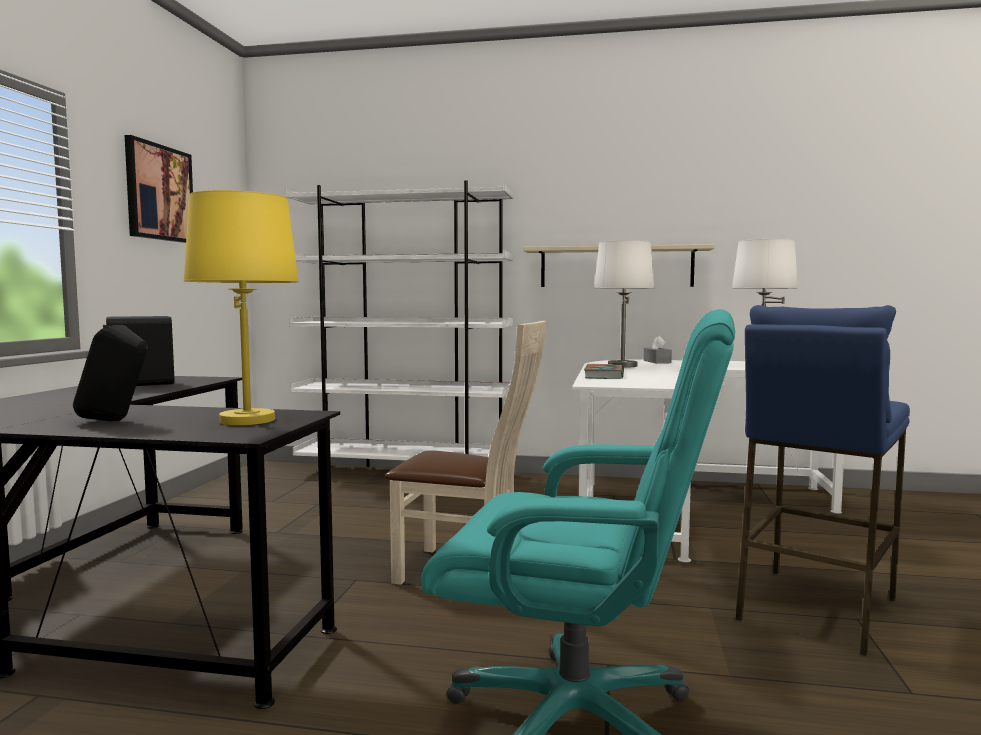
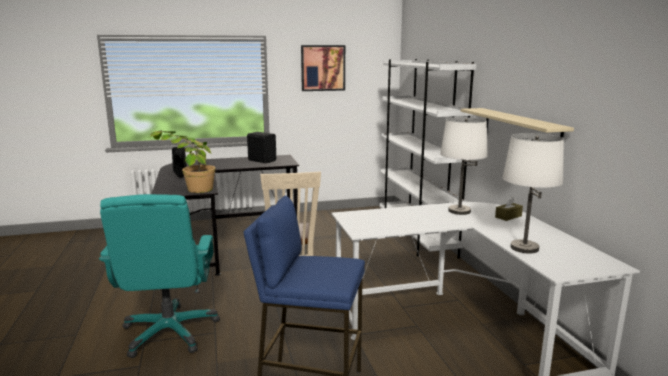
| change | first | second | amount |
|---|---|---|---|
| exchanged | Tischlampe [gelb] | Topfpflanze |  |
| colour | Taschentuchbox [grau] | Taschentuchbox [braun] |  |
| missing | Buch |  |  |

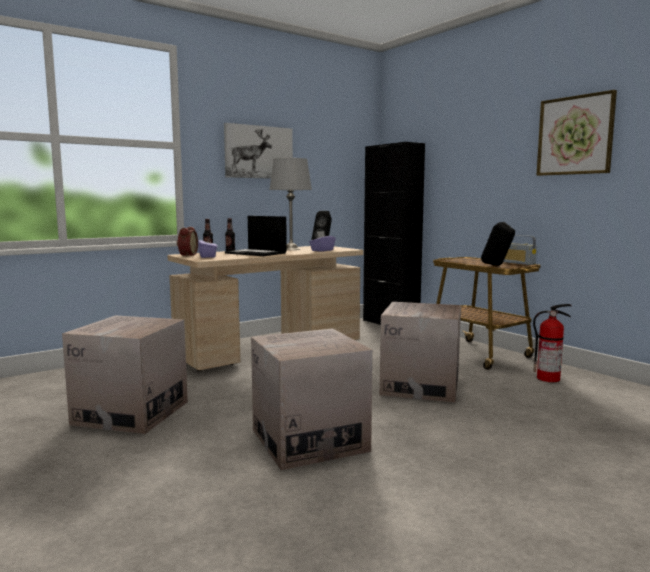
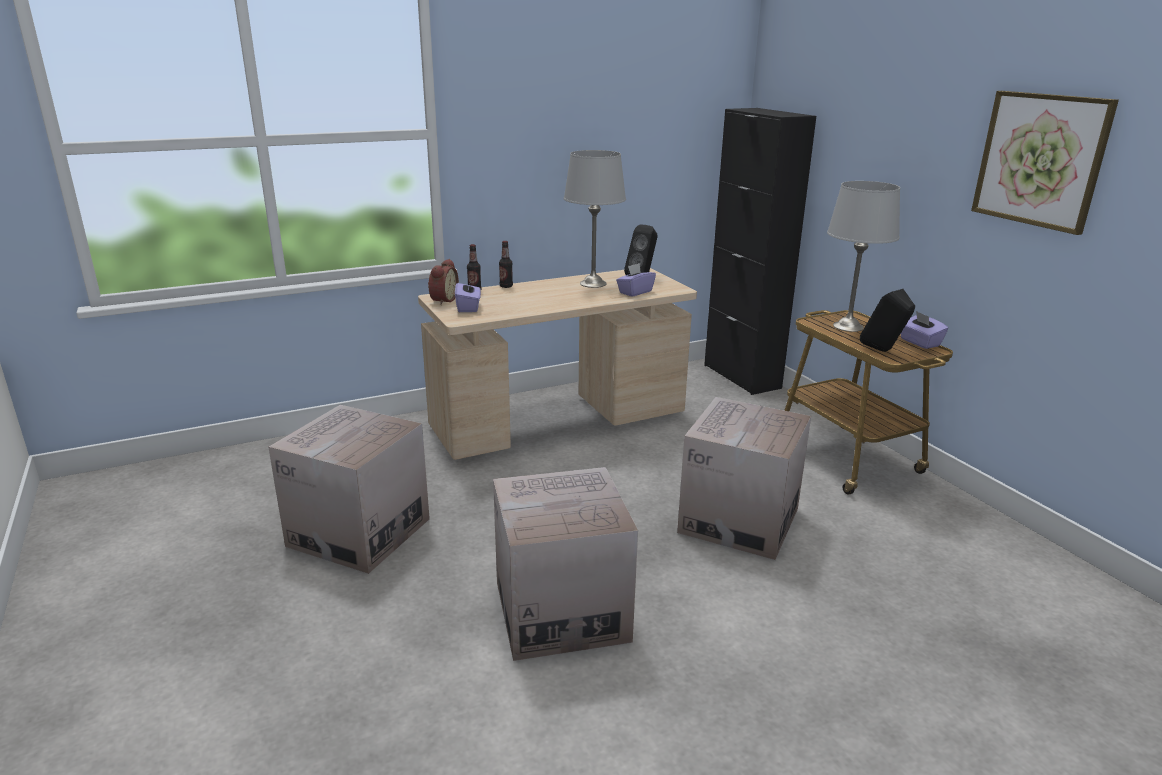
| change | first | second | amount |
|---|---|---|---|
| missing | Bild (no. 1 from left) |  |  |
| missing | Laptop |  |  |
| exchanged | Radio | Taschentuchbox [lila] (no. 3 from left) |  |
| missing | Feuerlöscher |  |  |
| appeared |  | Tischlampe [grau] (no. 2 from left) |  |

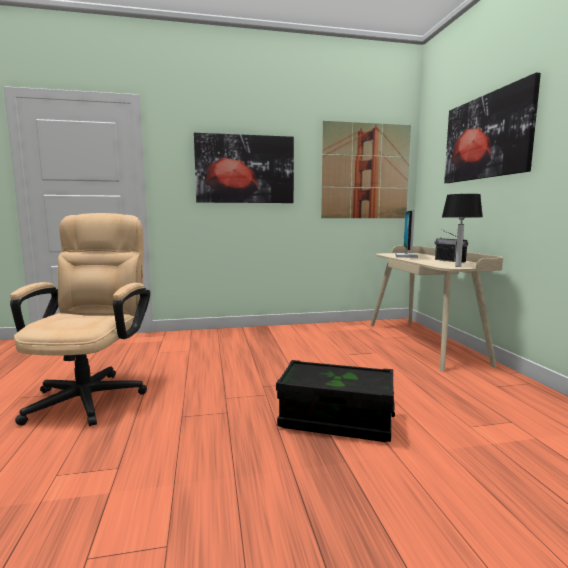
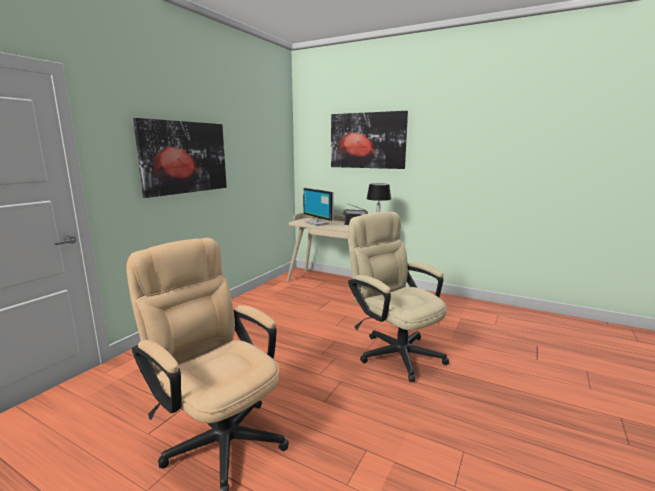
| change | first | second | amount |
|---|---|---|---|
| missing | Bild (no. 2 from left) |  |  |
| exchanged | Aufbewahrungsbox [schwarz] | Bürostuhl [beige] (no. 2 from left) |  |

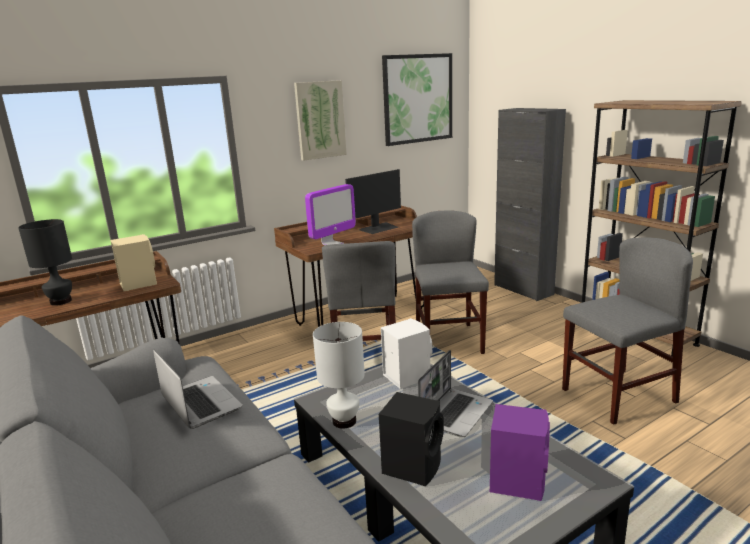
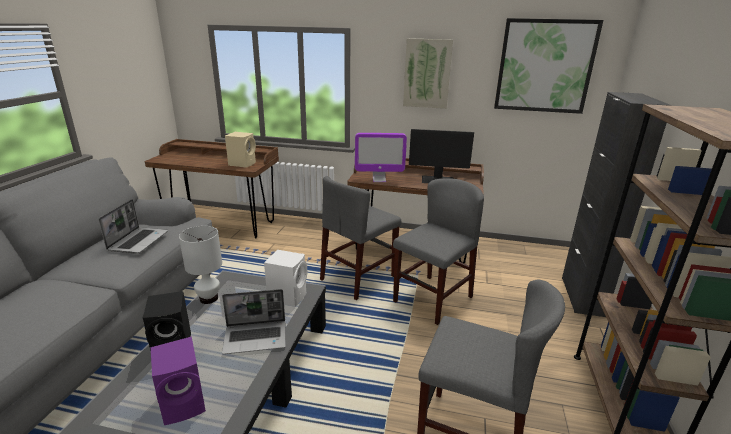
| change | first | second | amount |
|---|---|---|---|
| missing | Tischlampe [schwarz] |  |  |

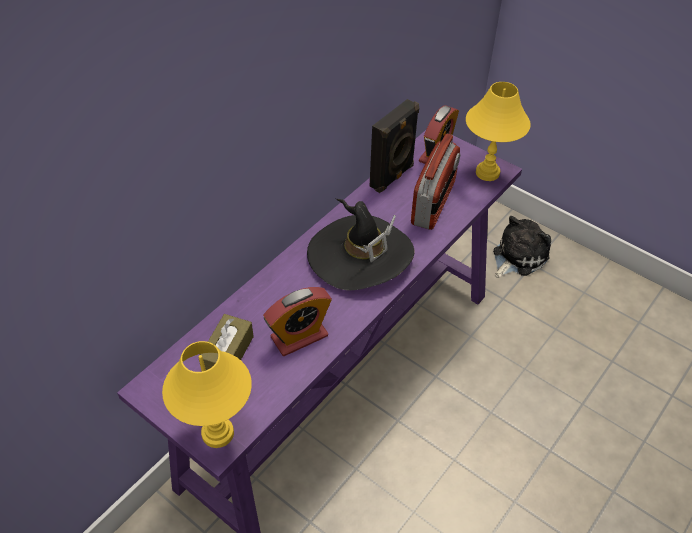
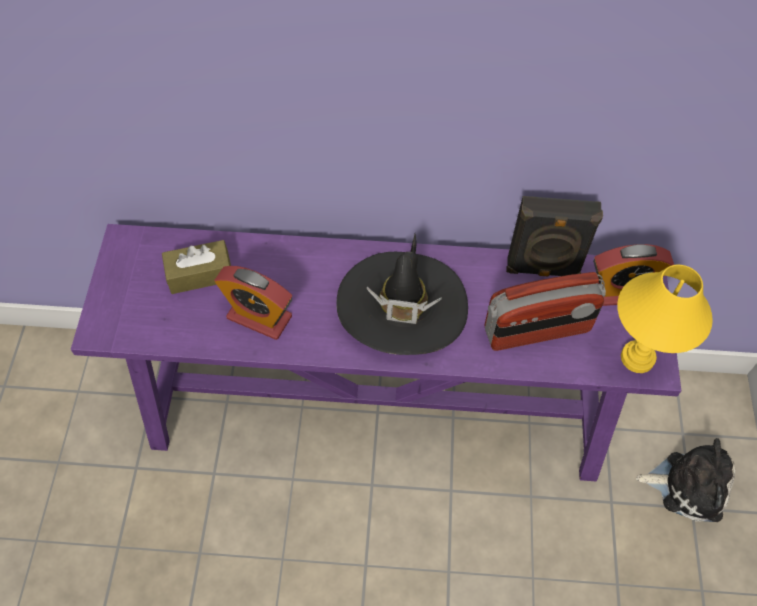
| change | first | second | amount |
|---|---|---|---|
| missing | Tischlampe [gelb] (no. 1 from left) |  |  |

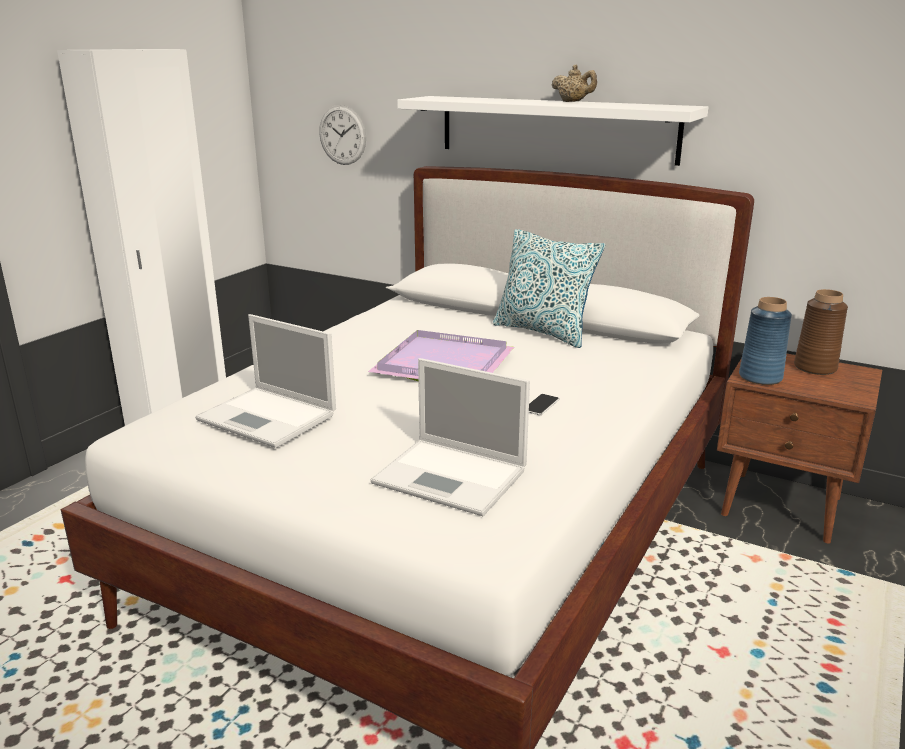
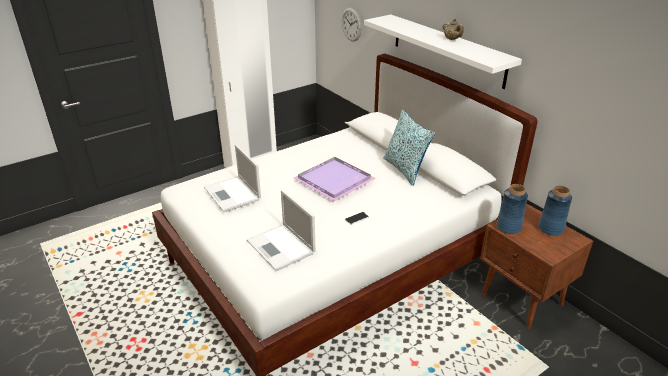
| change | first | second | amount |
|---|---|---|---|
| colour | Vase [braun] | Vase [blau] (no. 2 from left) |  |

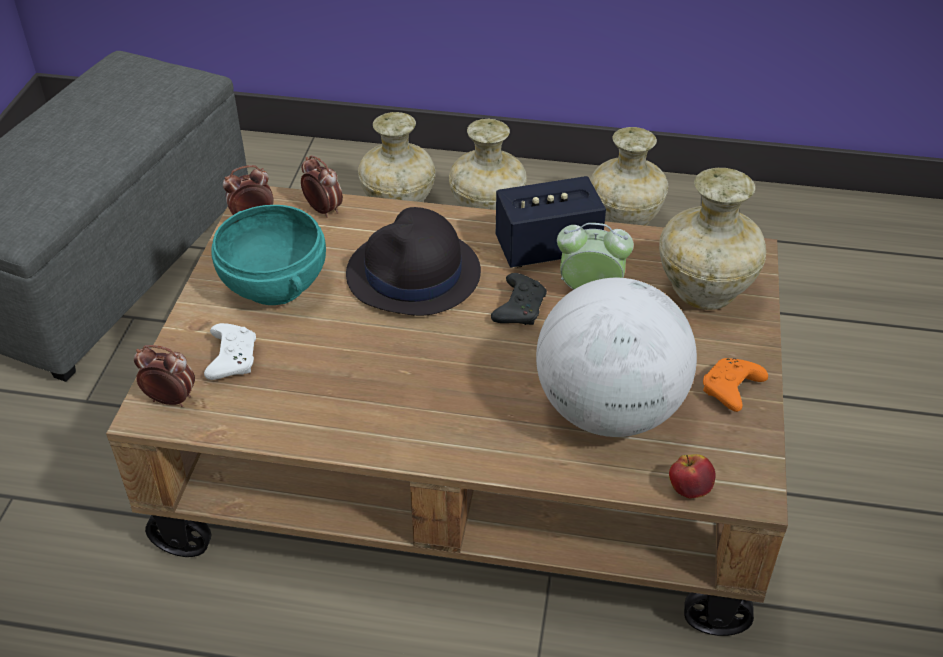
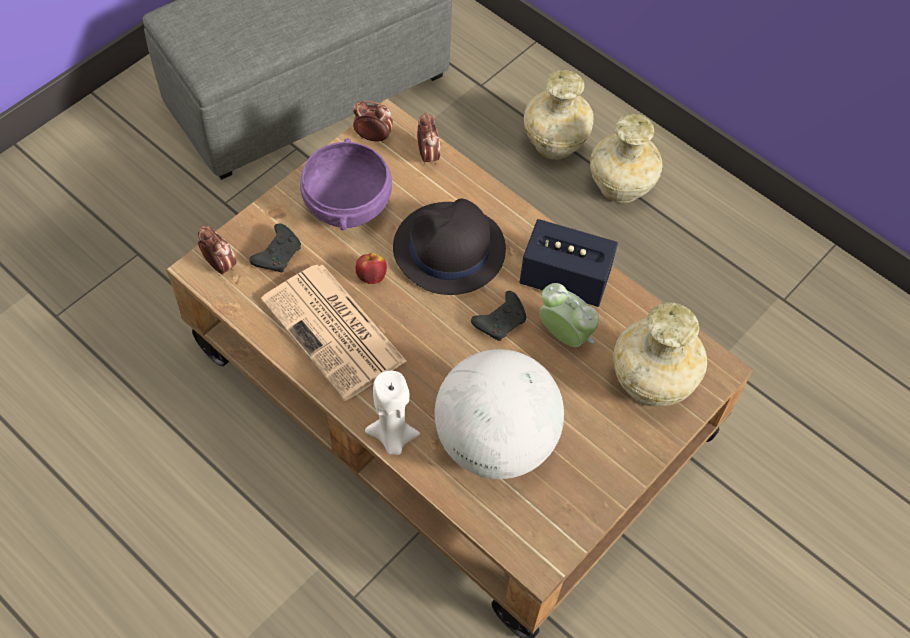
| change | first | second | amount |
|---|---|---|---|
| missing | Vase [beige] (no. 3 from left) |  |  |
| colour | Schüssel [türkis] | Schüssel [lila] |  |
| colour | Gamepad [weiß] | Gamepad [schwarz] (no. 1 from left) |  |
| missing | Gamepad [orange] |  |  |
| relocated | Apfel |  |  |
| appeared |  | Zeitung |  |
| appeared |  | Kerze [weiß] |  |

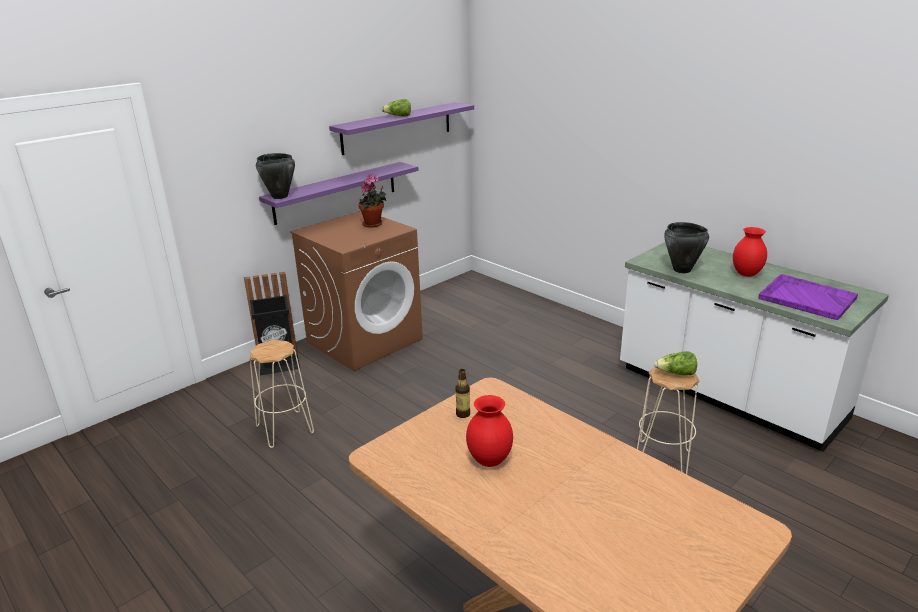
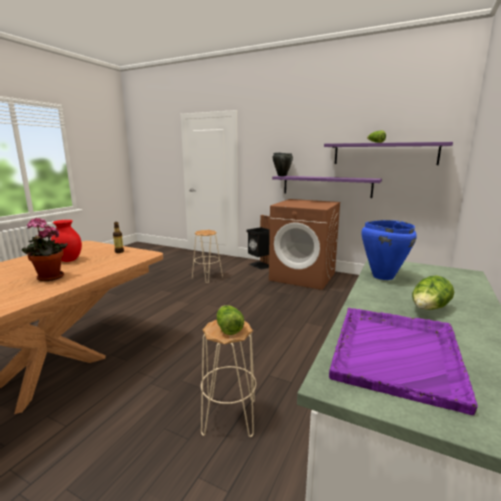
| change | first | second | amount |
|---|---|---|---|
| relocated | Topfpflanze |  |  |
| colour | Kochtopf [schwarz] (no. 2 from left) | Kochtopf [blau] |  |
| exchanged | Vase [rot] (no. 2 from left) | Salatkopf (no. 3 from left) |  |

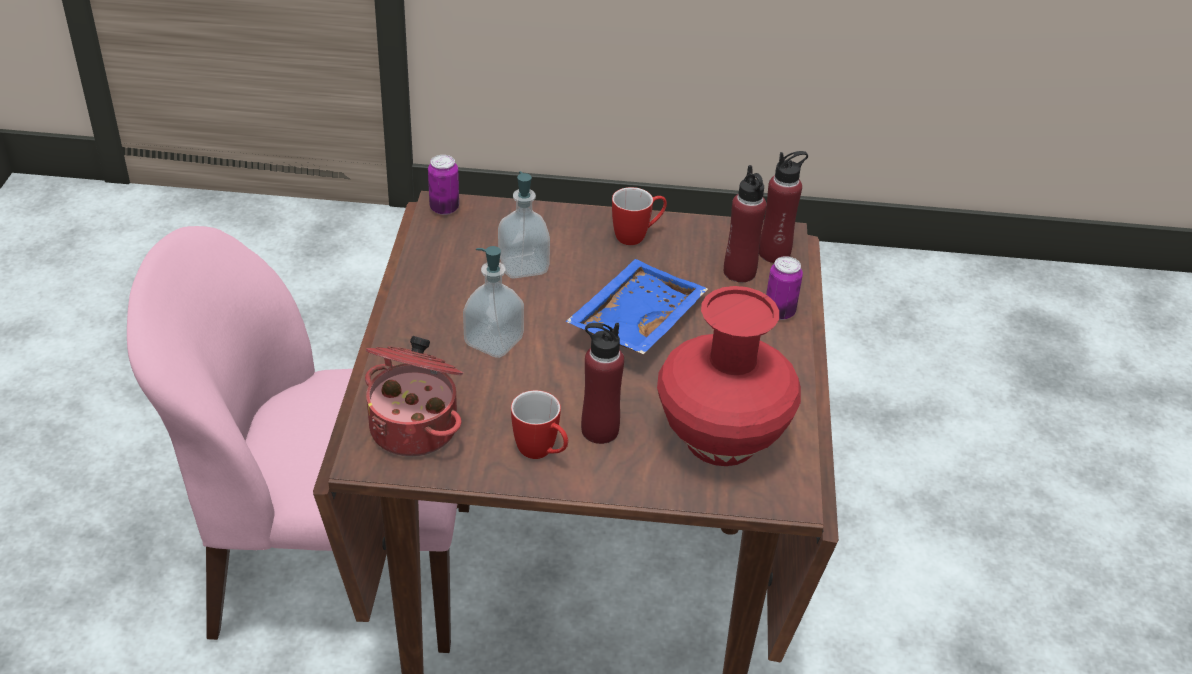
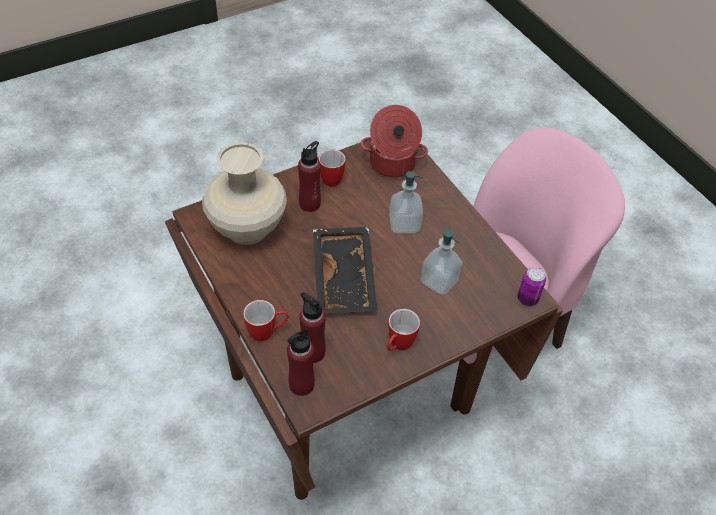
| change | first | second | amount |
|---|---|---|---|
| exchanged | Dose (no. 2 from left) | Henkelbecher (no. 1 from left) |  |
| colour | Tablett [blau] | Tablett [schwarz] |  |
| colour | Vase [rot] | Vase [beige] |  |

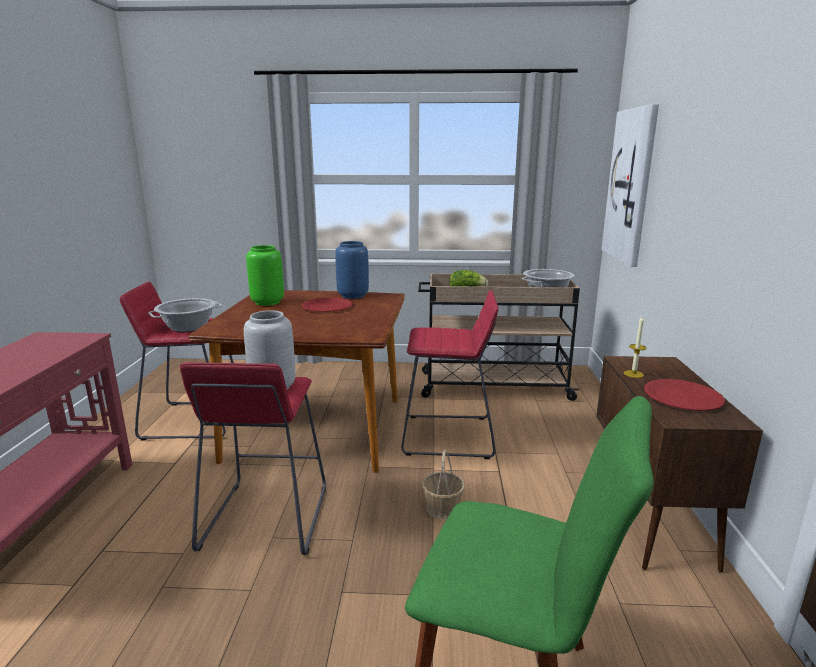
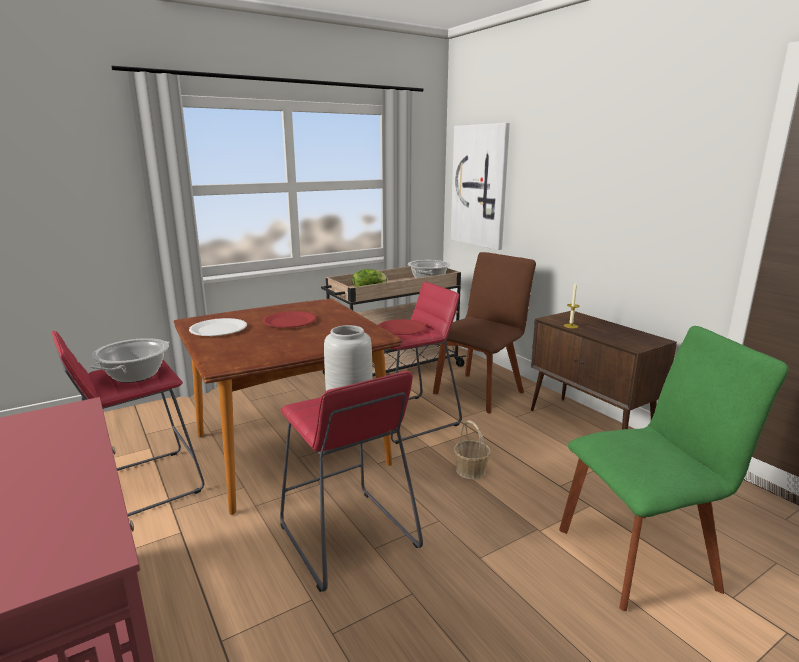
| change | first | second | amount |
|---|---|---|---|
| missing | Vase [blau] |  |  |
| exchanged | Vase [grün] | Teller [weiß] |  |
| relocated | Teller [rot] (no. 2 from left) |  |  |
| appeared |  | Stuhl [braun] |  |

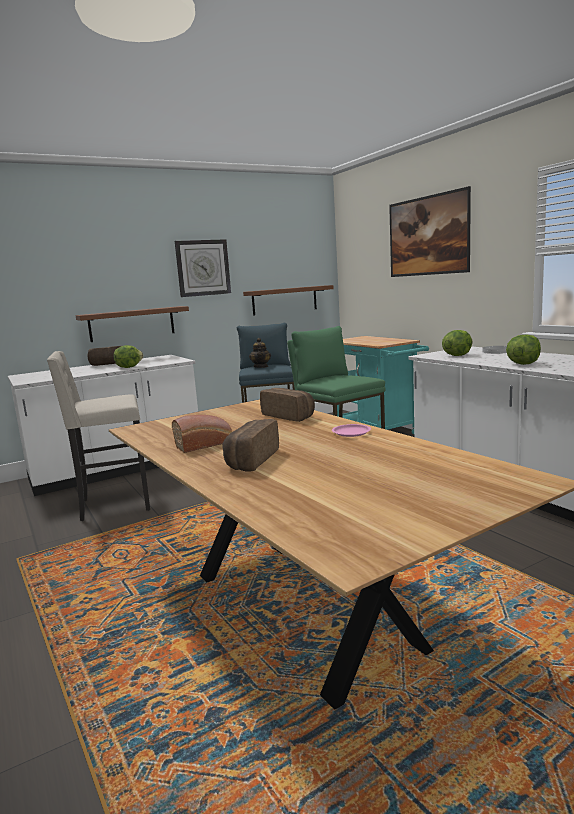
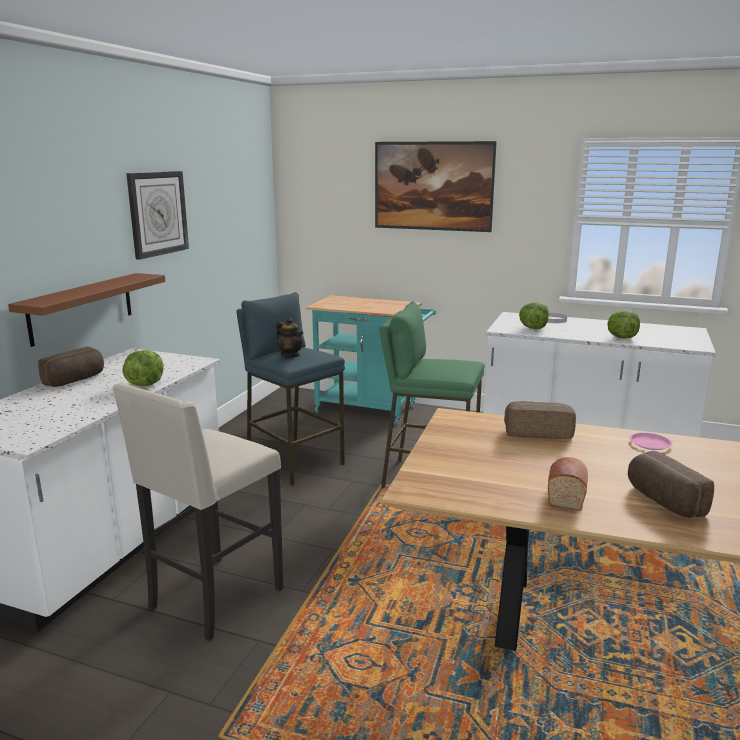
| change | first | second | amount |
|---|---|---|---|
| missing | Wandregal [braun] (no. 2 from left) |  |  |

